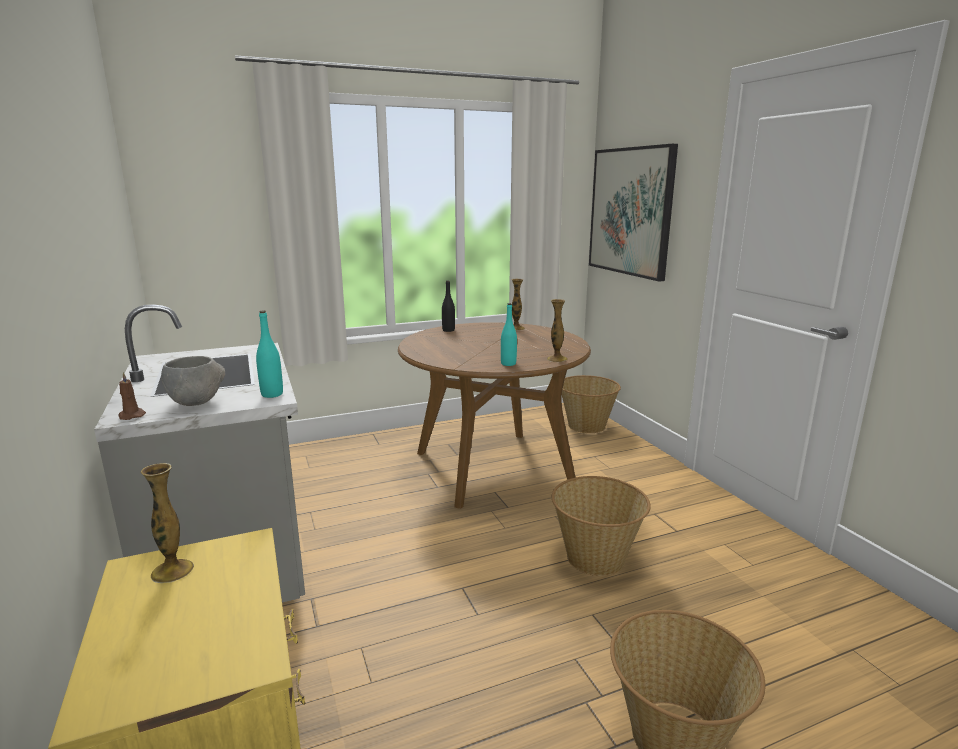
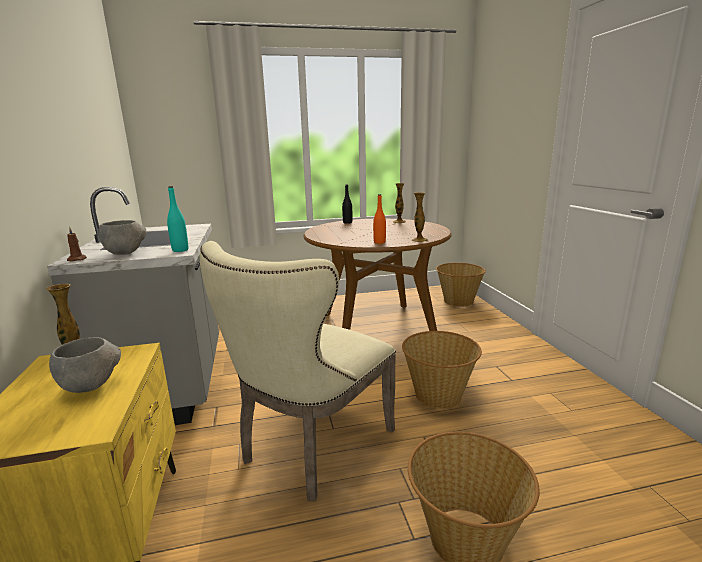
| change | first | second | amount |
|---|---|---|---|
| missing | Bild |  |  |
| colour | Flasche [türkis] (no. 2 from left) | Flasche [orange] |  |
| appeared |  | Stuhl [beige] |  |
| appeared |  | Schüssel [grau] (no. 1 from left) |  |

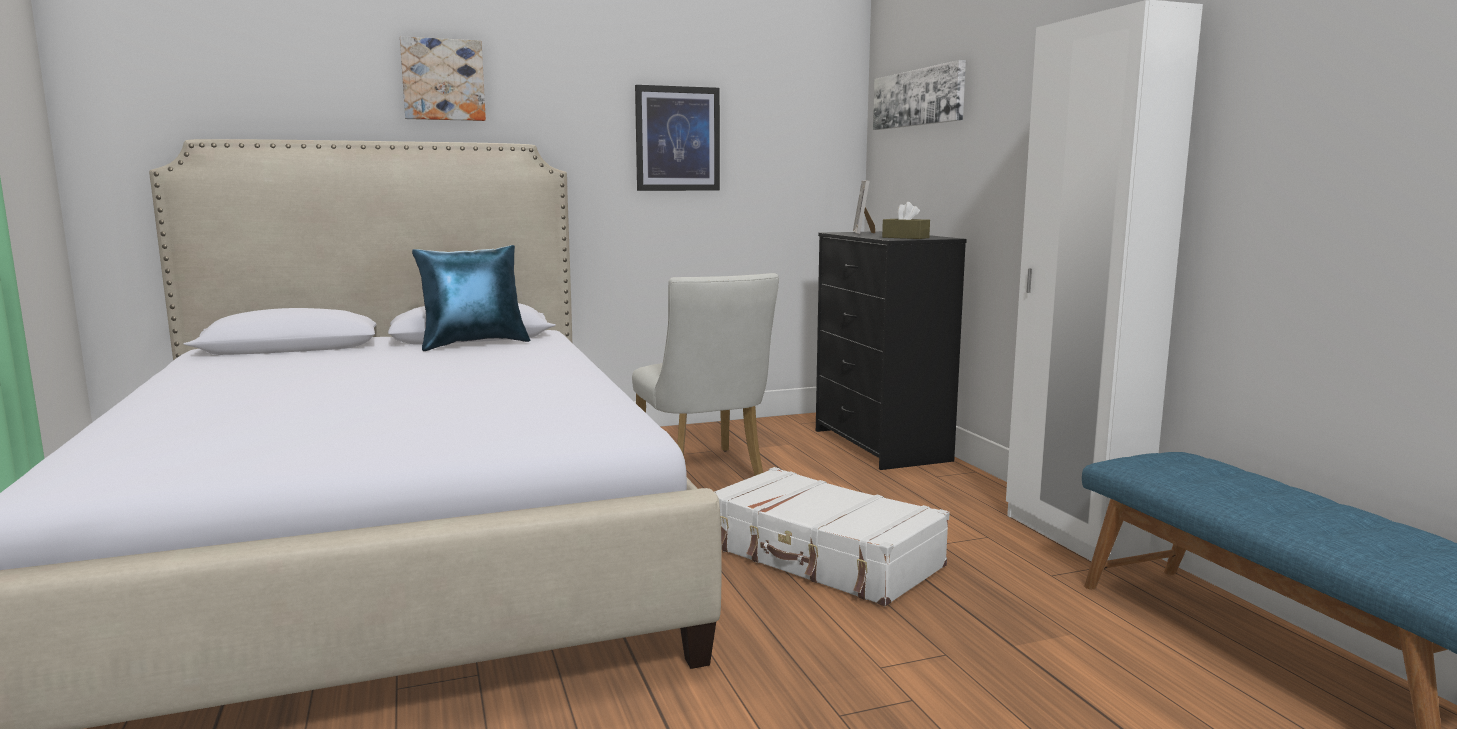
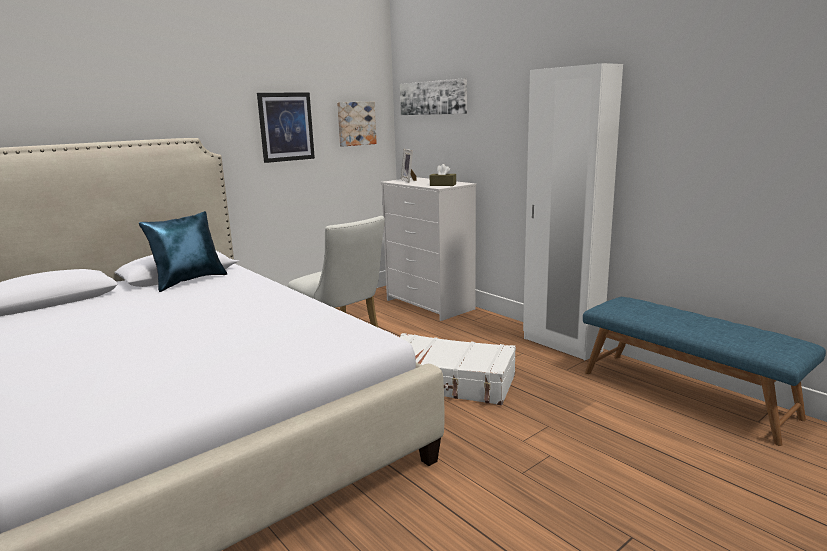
| change | first | second | amount |
|---|---|---|---|
| relocated | Bild (no. 1 from left in the first image) | Bild (no. 2 from left) |  |
| colour | Kommode [schwarz] | Kommode [weiß] |  |

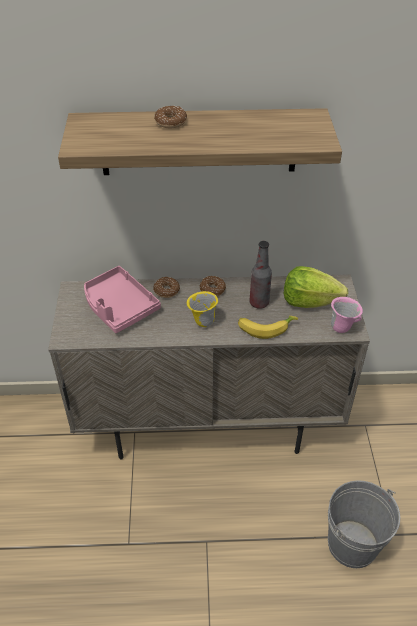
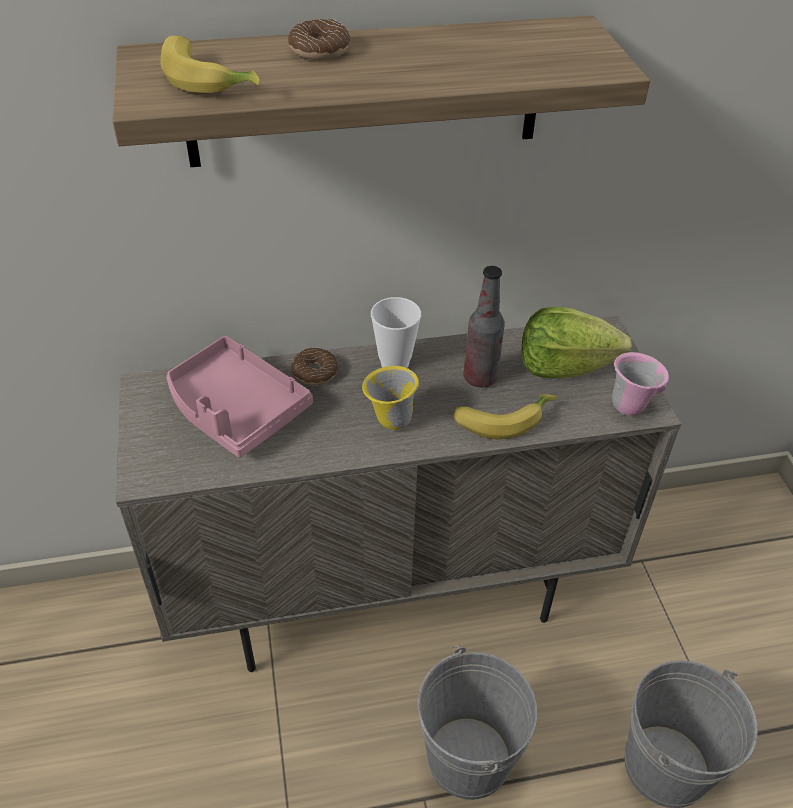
| change | first | second | amount |
|---|---|---|---|
| exchanged | Donut (no. 3 from left) | Tasse |  |
| appeared |  | Banane (no. 1 from left) |  |
| appeared |  | Eimer [grau] (no. 1 from left) |  |

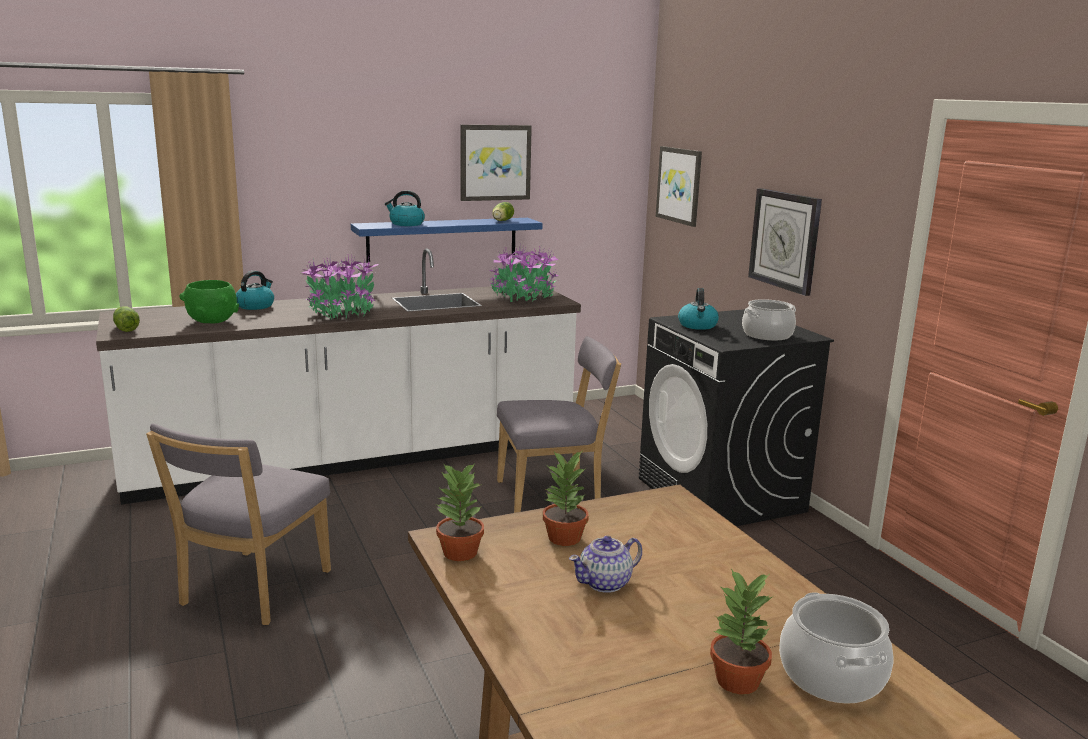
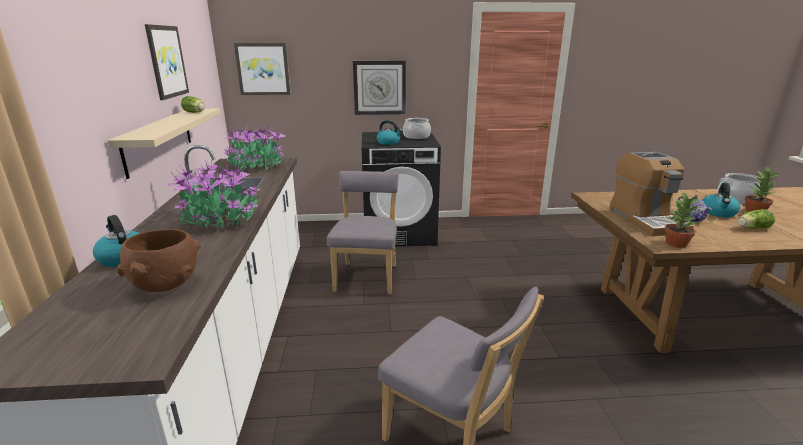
| change | first | second | amount |
|---|---|---|---|
| relocated | Wasserkessel (no. 2 from left in the first image) | Wasserkessel (no. 3 from left) |  |
| colour | Wandregal [blau] | Wandregal [beige] |  |
| colour | Schüssel [grün] | Schüssel [braun] |  |
| relocated | Salatkopf (no. 1 from left in the first image) | Salatkopf (no. 2 from left) |  |
| exchanged | Topfpflanze (no. 4 from left) | Kaffeemaschine |  |

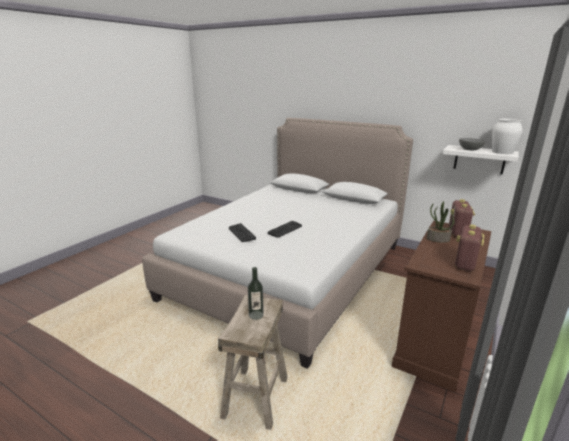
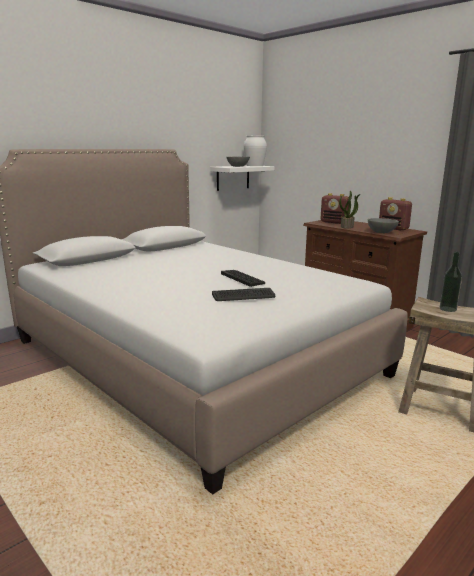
| change | first | second | amount |
|---|---|---|---|
| appeared |  | Schüssel [grau] (no. 2 from left) |  |

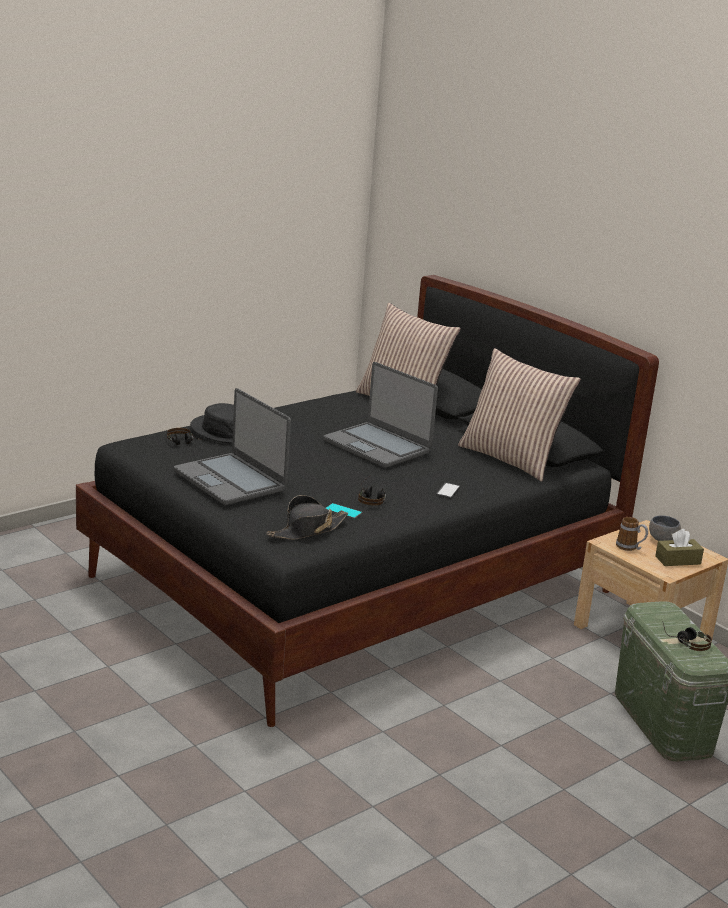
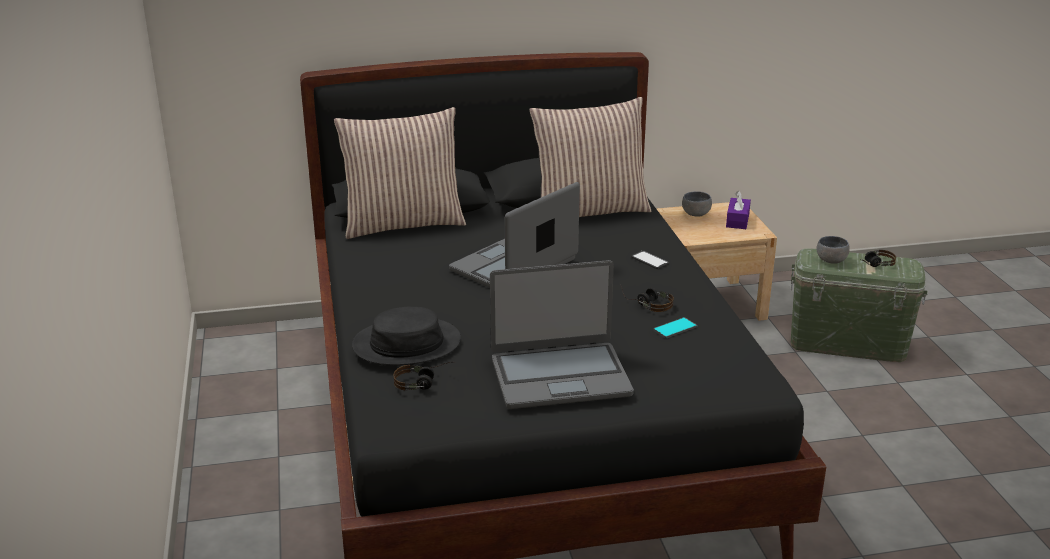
| change | first | second | amount |
|---|---|---|---|
| spun | Laptop (no. 2 from left in the first image) | Laptop (no. 1 from left) | 150 degrees clockwise |
| missing | Hut [schwarz] (no. 2 from left) |  |  |
| missing | Henkelbecher |  |  |
| colour | Taschentuchbox [braun] | Taschentuchbox [lila] |  |
| appeared |  | Schüssel [grau] (no. 2 from left) |  |

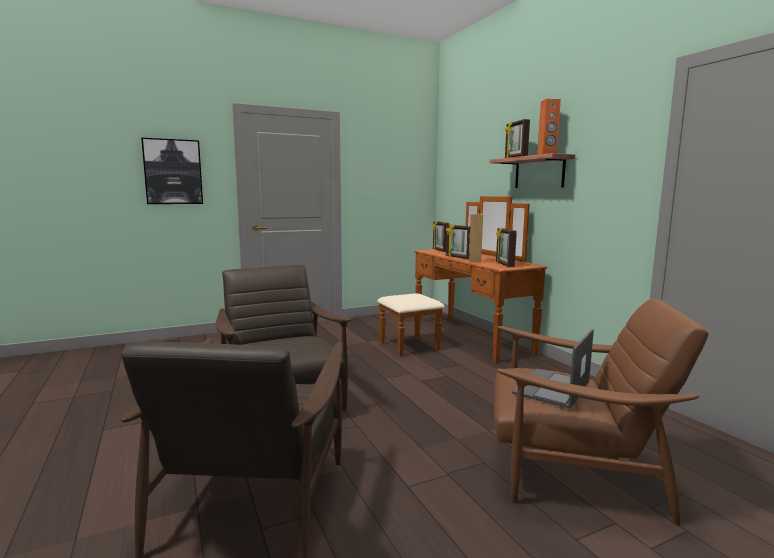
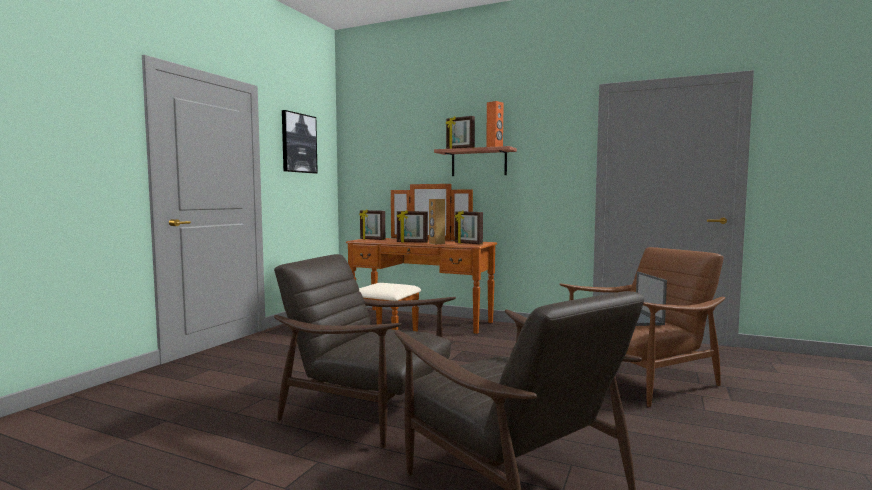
| change | first | second | amount |
|---|---|---|---|
| relocated | Bild |  |  |

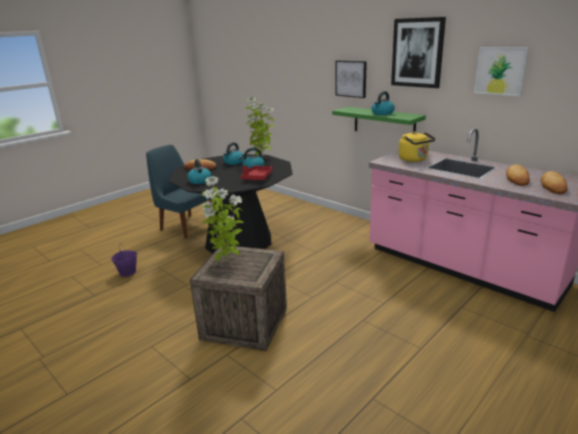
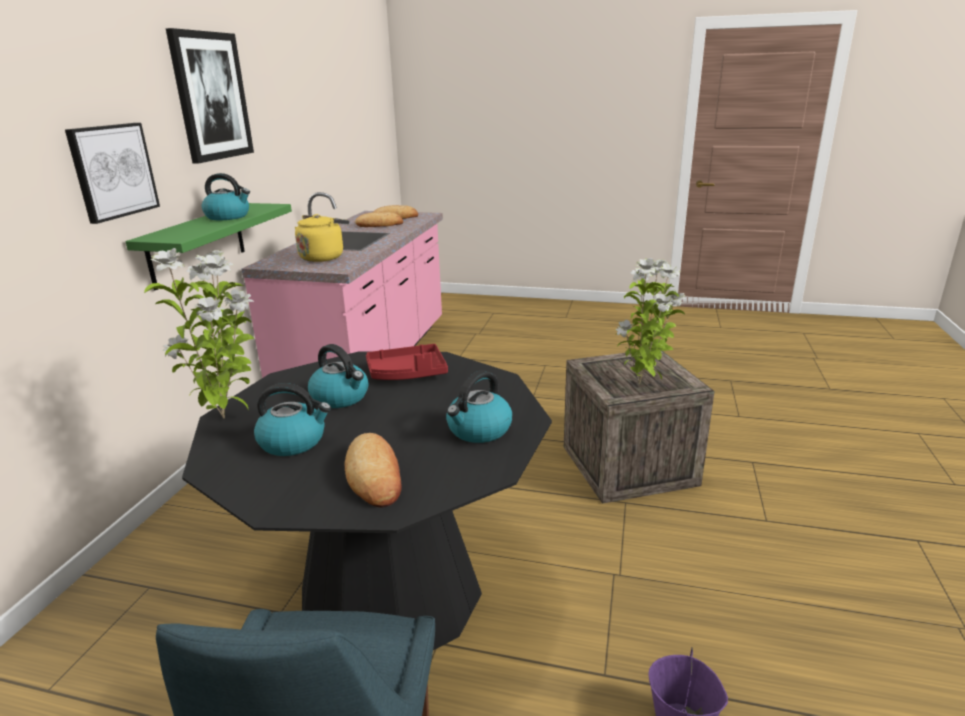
| change | first | second | amount |
|---|---|---|---|
| missing | Bild (no. 3 from left) |  |  |

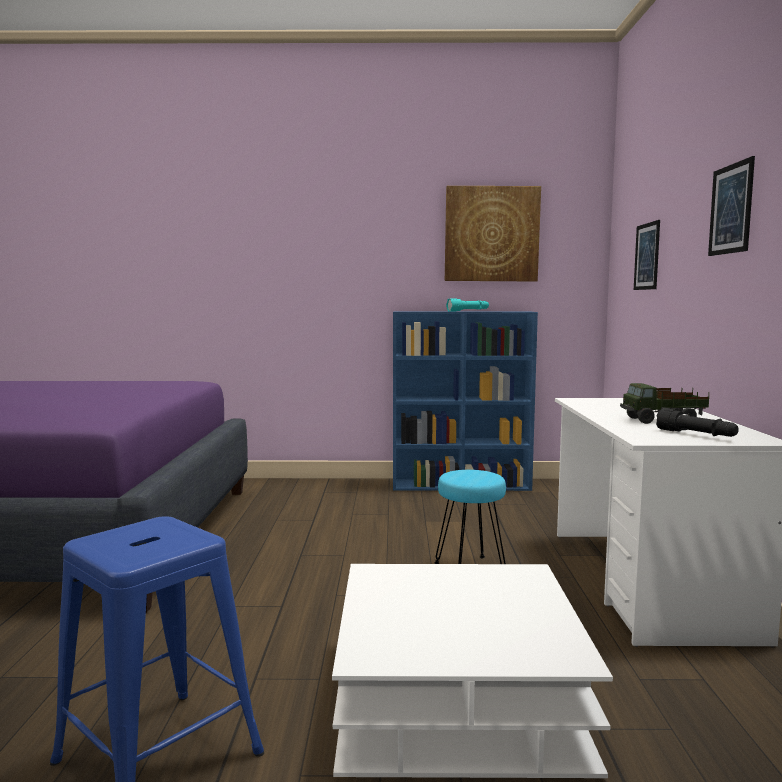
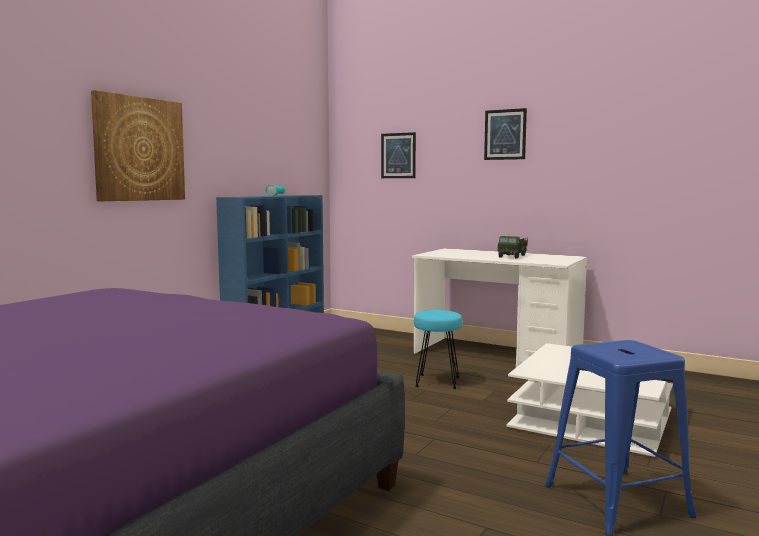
| change | first | second | amount |
|---|---|---|---|
| relocated | Bild (no. 1 from left) |  |  |
| missing | Taschenlampe [schwarz] |  |  |

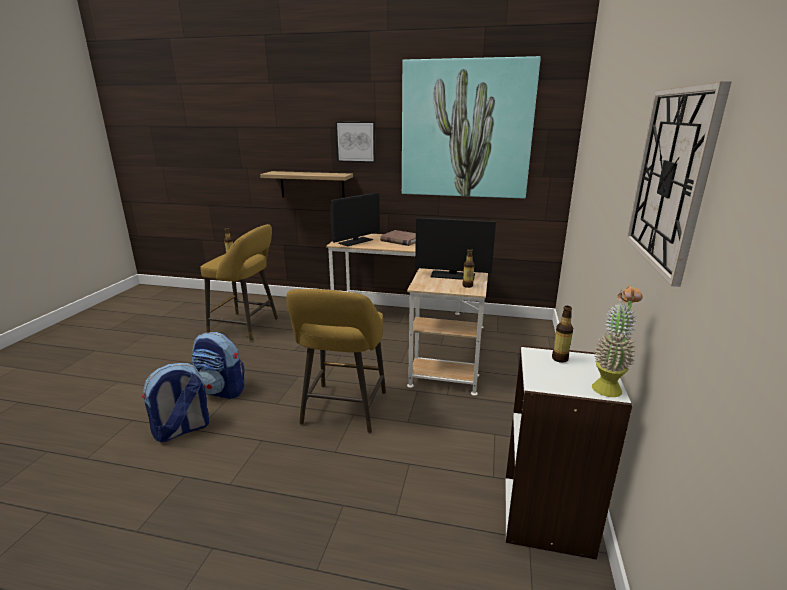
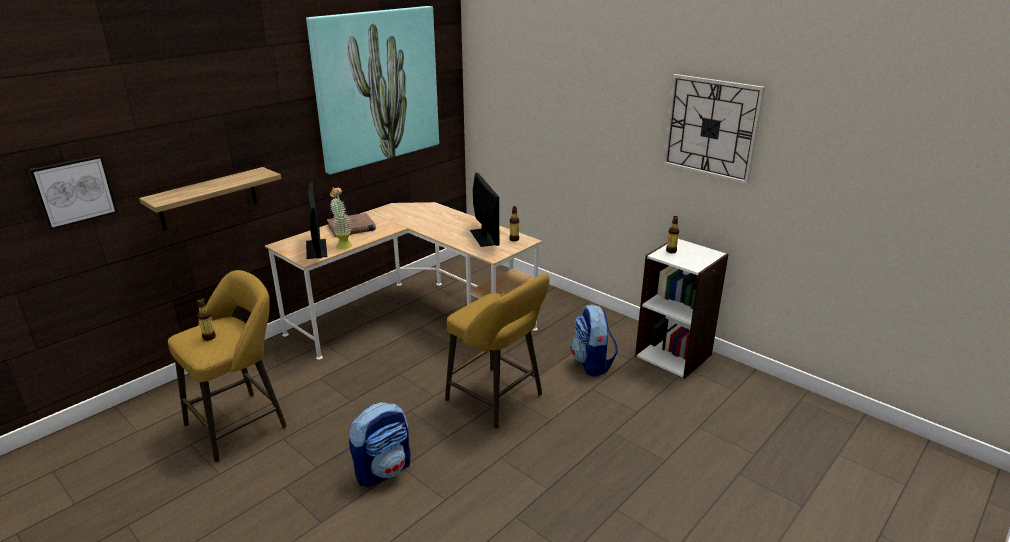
| change | first | second | amount |
|---|---|---|---|
| relocated | Bild (no. 1 from left) |  |  |
| spun | Monitor (no. 2 from left) |  | 60 degrees counterclockwise |
| relocated | Topfpflanze |  |  |
| relocated | Rucksack (no. 1 from left in the first image) | Rucksack (no. 2 from left) |  |

